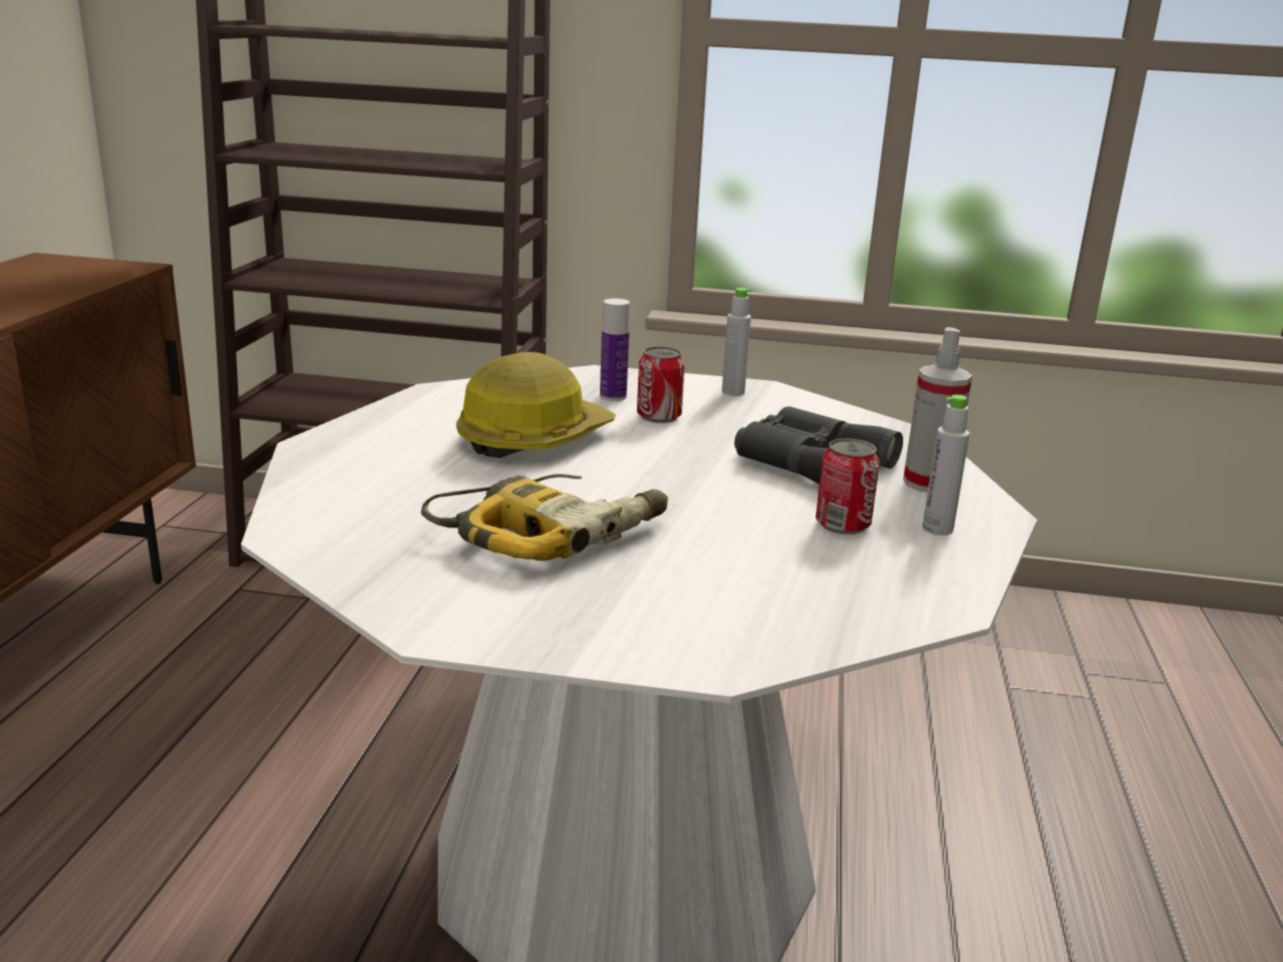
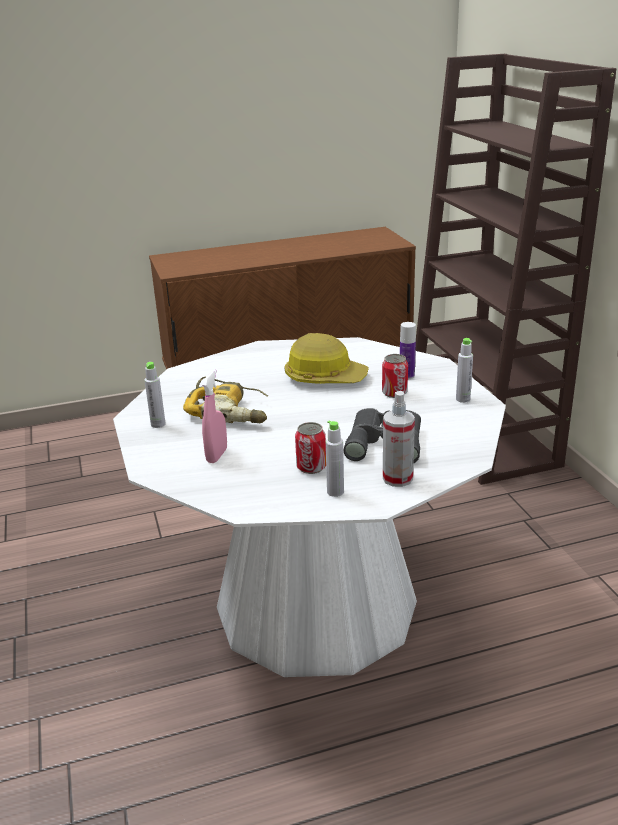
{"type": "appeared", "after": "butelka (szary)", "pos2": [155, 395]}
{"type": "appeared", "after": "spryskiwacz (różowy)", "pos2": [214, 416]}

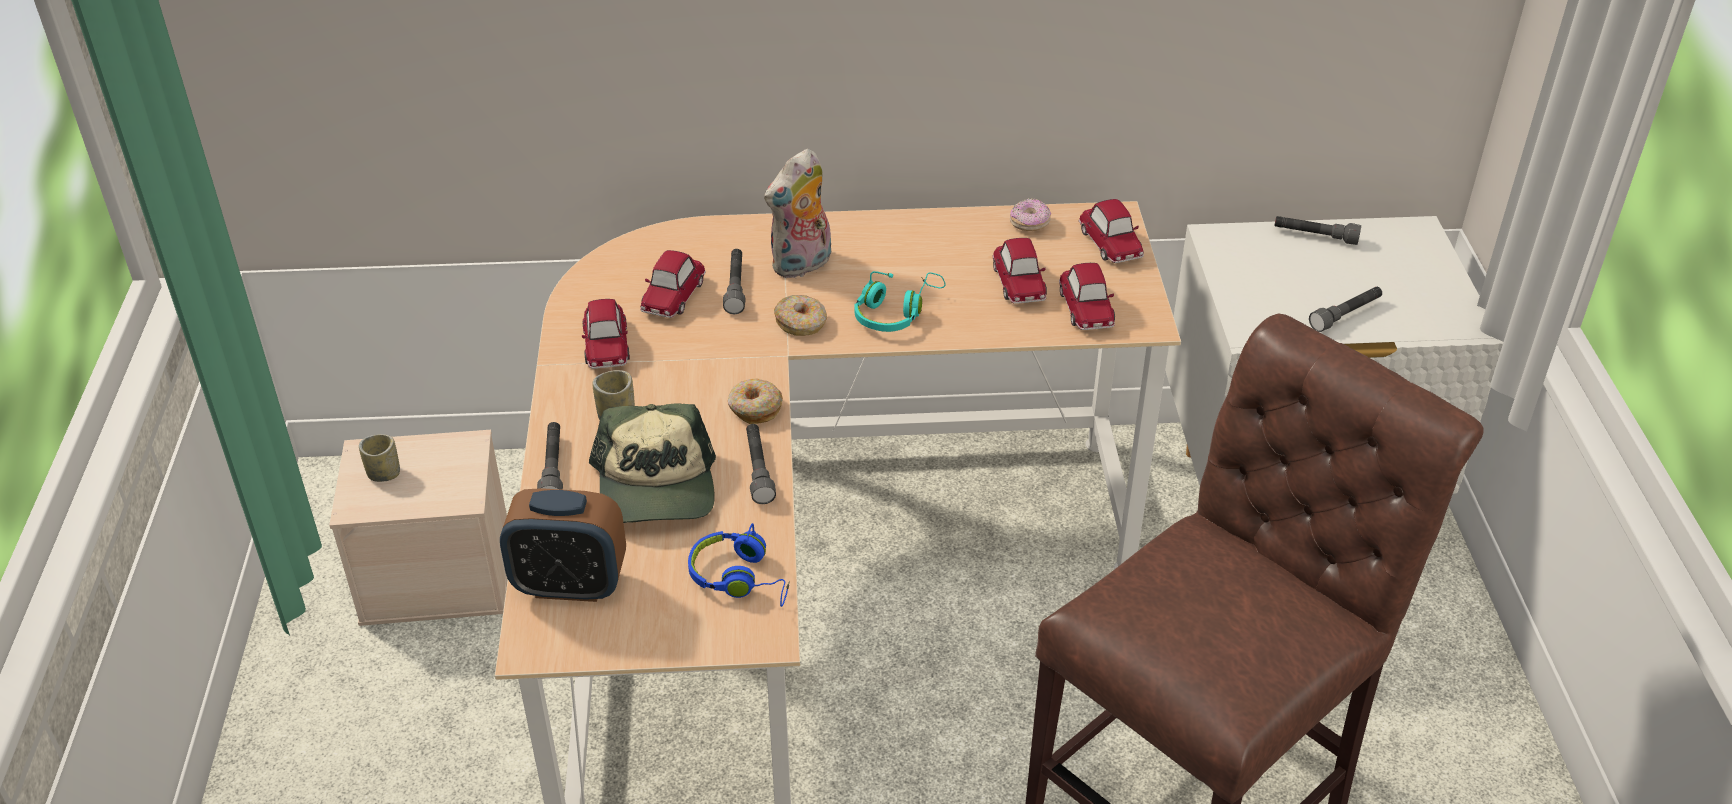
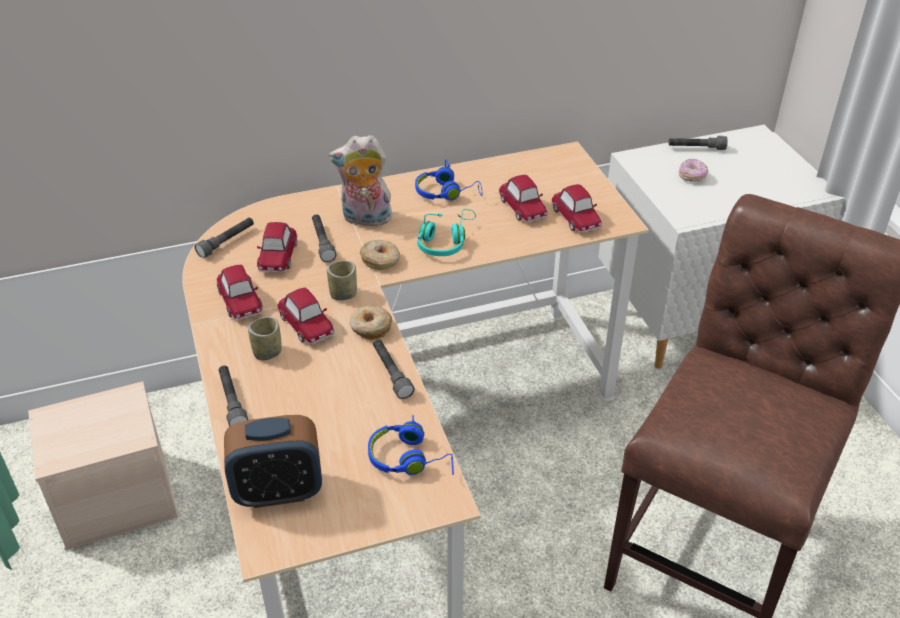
{"type": "spun", "before": "pluszak", "pos1": [797, 213], "pos2": [362, 180], "turn": 60}
{"type": "relocated", "before": "donut", "pos1": [1030, 214], "pos2": [693, 170]}
{"type": "relocated", "before": "samochodzik", "pos1": [1111, 231], "pos2": [306, 316]}
{"type": "relocated", "before": "latarka (szary)", "pos1": [1345, 309], "pos2": [224, 237]}
{"type": "missing", "before": "czapka z daszkiem", "pos1": [652, 463]}
{"type": "relocated", "before": "filiżanka", "pos1": [379, 458], "pos2": [342, 281]}
{"type": "appeared", "after": "słuchawki (niebieski)", "pos2": [448, 180]}

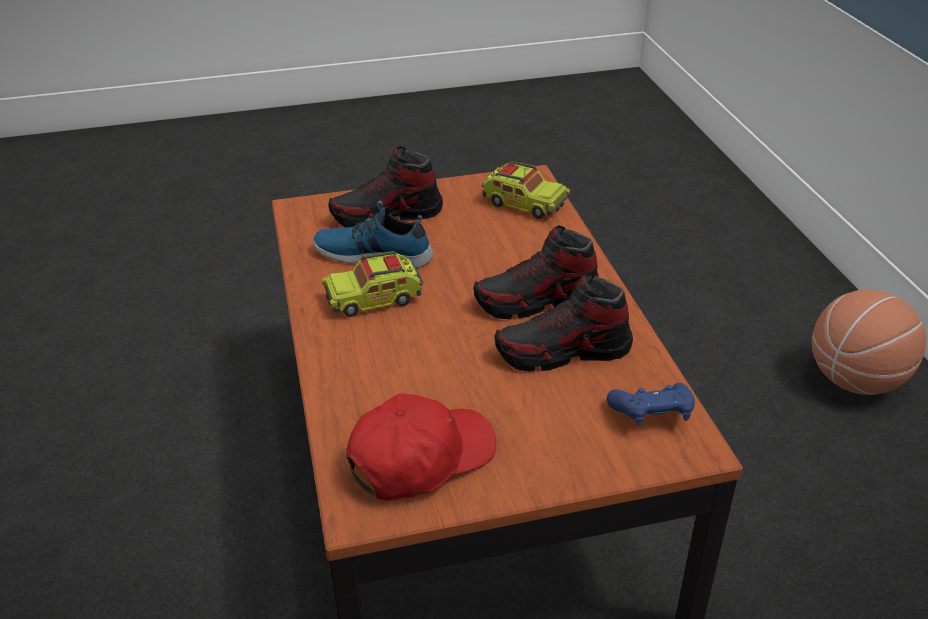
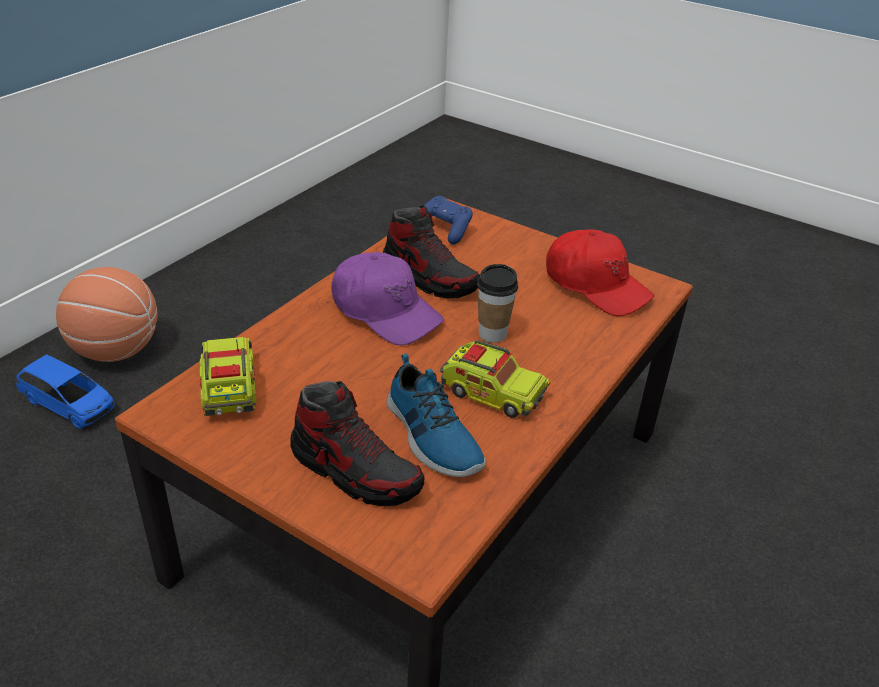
{"type": "exchanged", "before": "but", "after": "czapka z daszkiem (fioletowy)", "pos1": [536, 272], "pos2": [387, 298]}
{"type": "spun", "before": "czapka z daszkiem (czerwony)", "pos1": [421, 447], "pos2": [600, 272], "turn": -150}
{"type": "appeared", "after": "filiżanka", "pos2": [497, 303]}
{"type": "appeared", "after": "samochodzik (niebieski)", "pos2": [65, 391]}

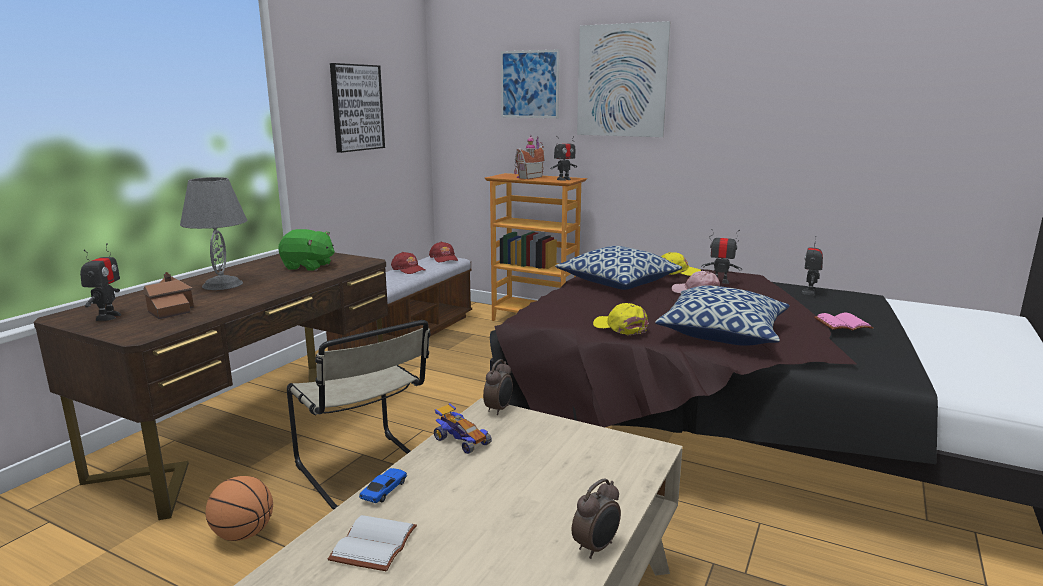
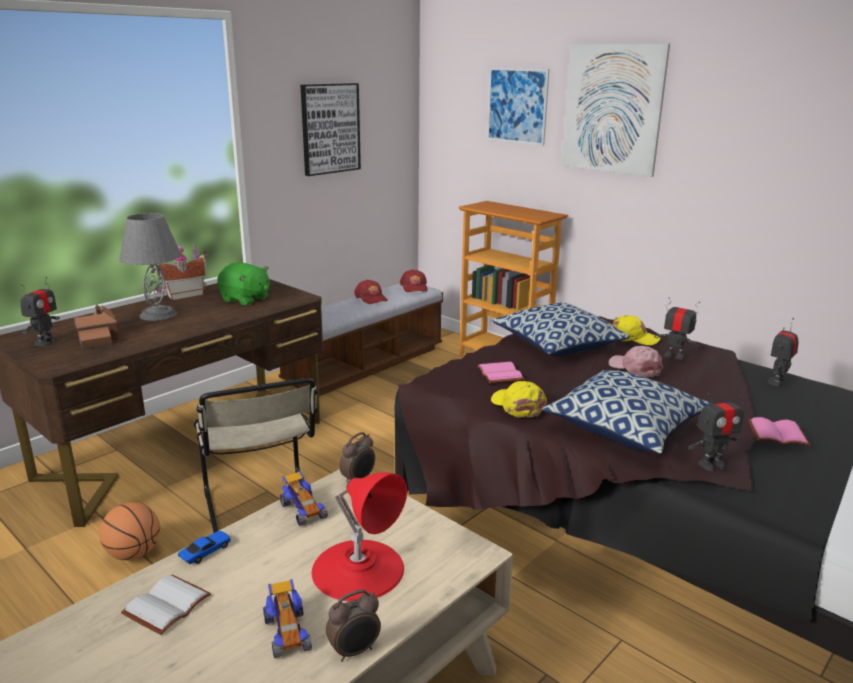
{"type": "relocated", "before": "domek", "pos1": [529, 156], "pos2": [182, 272]}
{"type": "relocated", "before": "robot zabawkowy", "pos1": [563, 158], "pos2": [716, 431]}
{"type": "appeared", "after": "książka (różowy)", "pos2": [500, 372]}
{"type": "appeared", "after": "lampa stołowa (czerwony)", "pos2": [359, 536]}
{"type": "appeared", "after": "samochodzik", "pos2": [287, 618]}

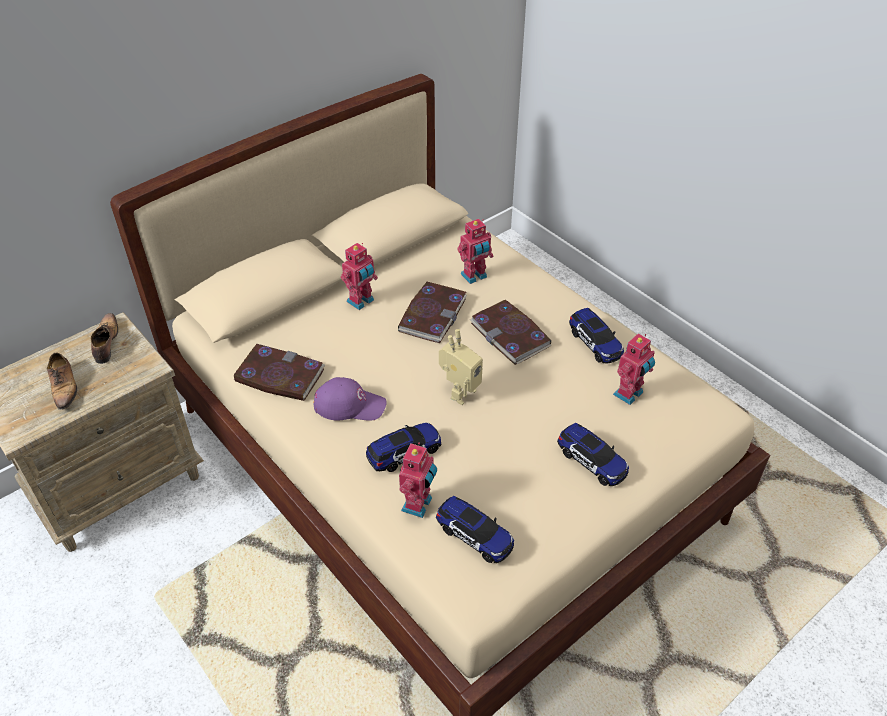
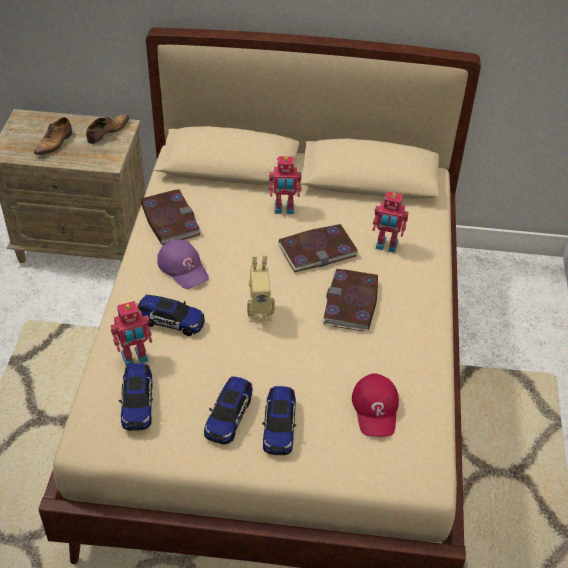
{"type": "relocated", "before": "samochodzik", "pos1": [596, 336], "pos2": [228, 410]}
{"type": "exchanged", "before": "robot zabawkowy", "after": "czapka z daszkiem (czerwony)", "pos1": [634, 369], "pos2": [375, 405]}

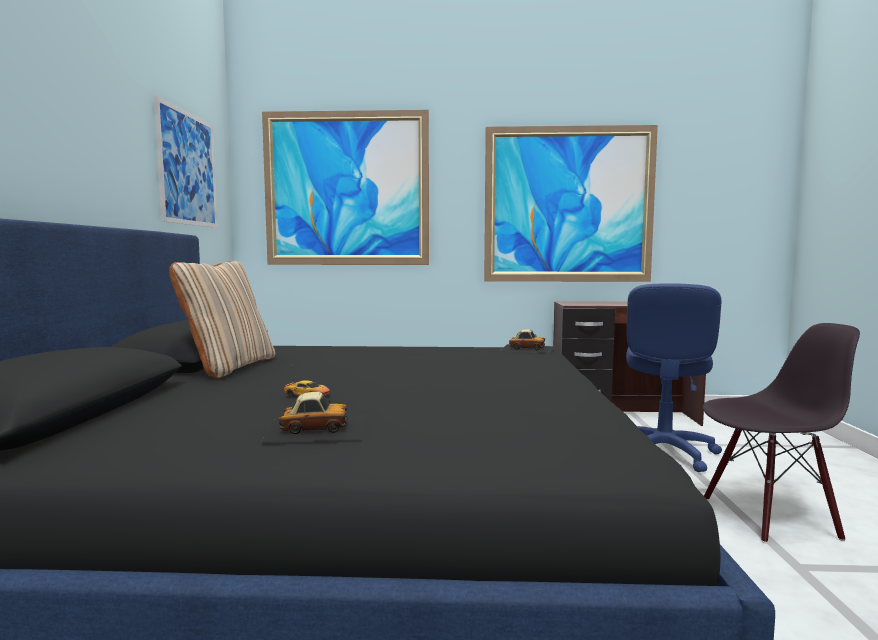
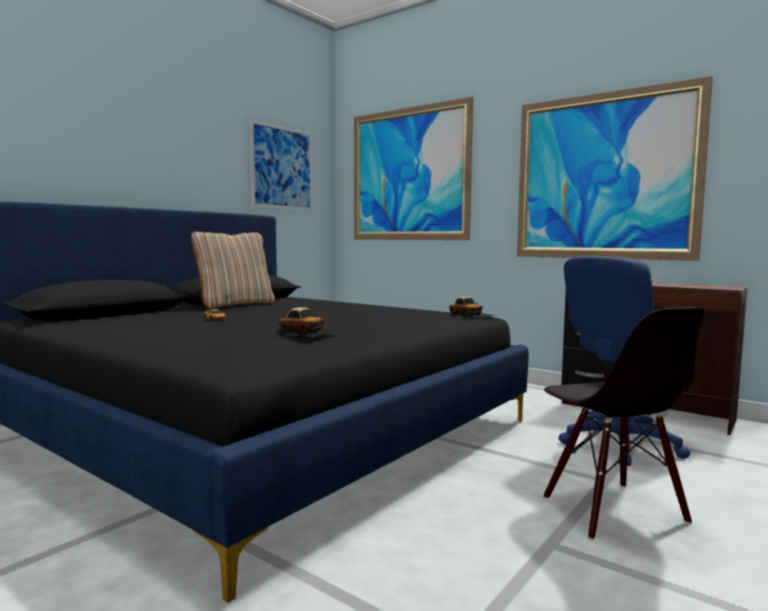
{"type": "spun", "before": "krzesło (czarny)", "pos1": [781, 433], "pos2": [624, 423], "turn": 45}
{"type": "relocated", "before": "samochodzik", "pos1": [312, 417], "pos2": [301, 322]}

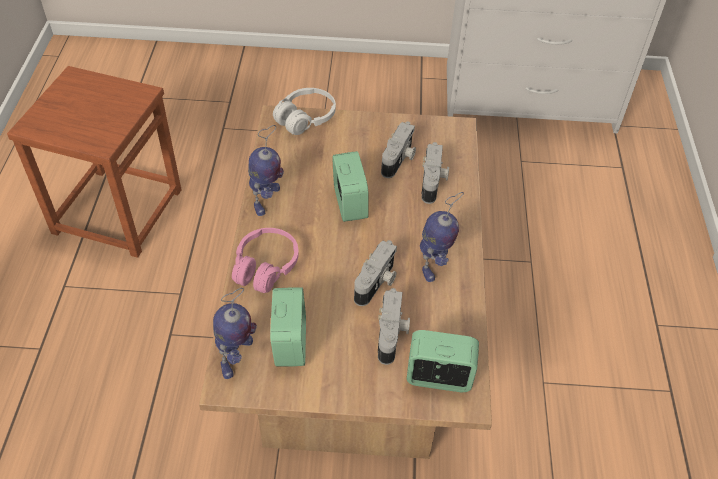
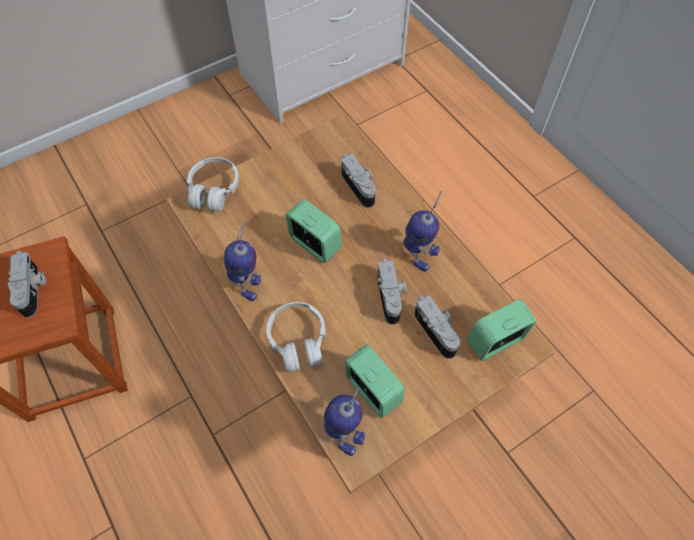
{"type": "relocated", "before": "aparat fotograficzny", "pos1": [398, 150], "pos2": [27, 284]}
{"type": "colour", "before": "słuchawki (różowy)", "after": "słuchawki (biały)", "pos1": [265, 260], "pos2": [295, 337]}

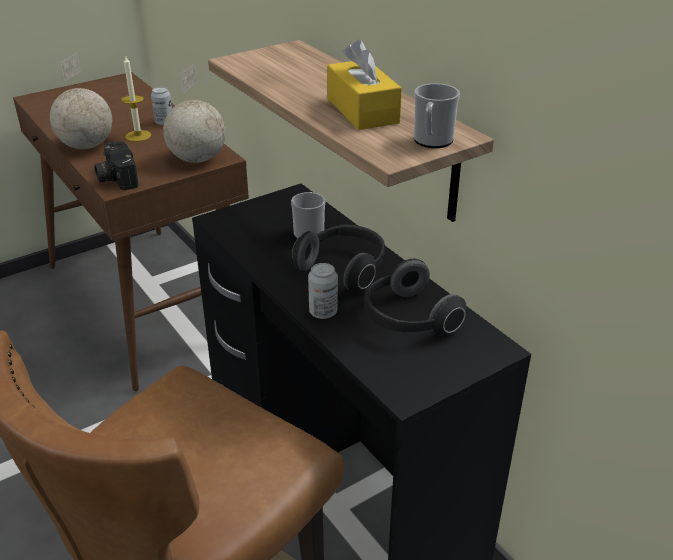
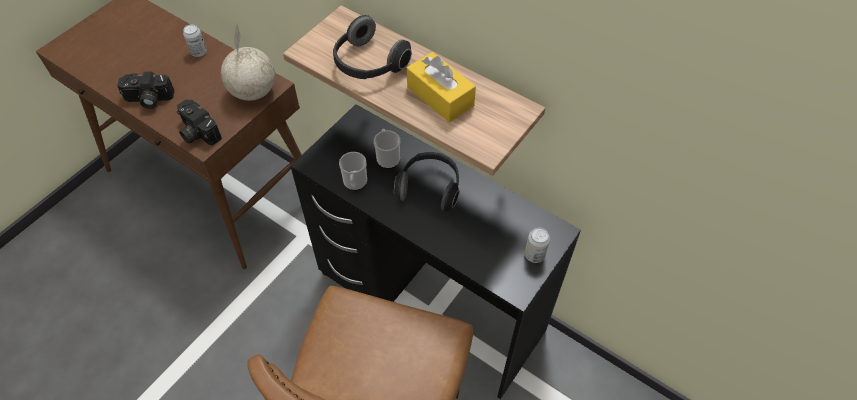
{"type": "exchanged", "before": "globus", "after": "aparat fotograficzny", "pos1": [81, 101], "pos2": [146, 90]}
{"type": "missing", "before": "świeca", "pos1": [136, 99]}
{"type": "relocated", "before": "kubek", "pos1": [437, 115], "pos2": [353, 171]}
{"type": "relocated", "before": "słuchawki", "pos1": [415, 297], "pos2": [372, 47]}
{"type": "relocated", "before": "puszka", "pos1": [322, 291], "pos2": [537, 245]}

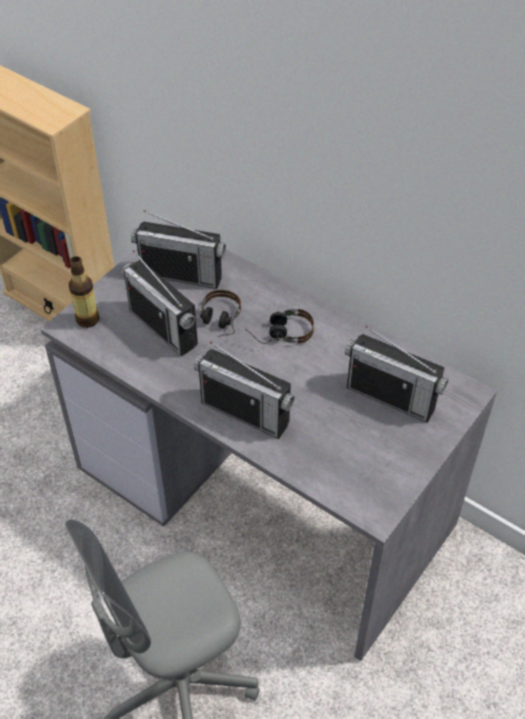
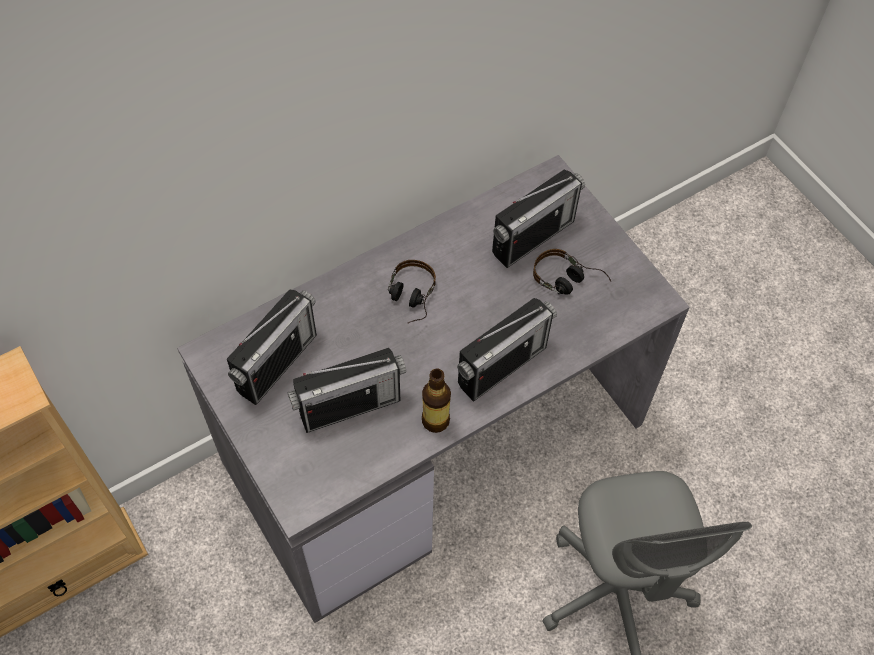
{"type": "relocated", "before": "butelka", "pos1": [84, 292], "pos2": [436, 401]}
{"type": "relocated", "before": "słuchawki", "pos1": [220, 313], "pos2": [572, 272]}

